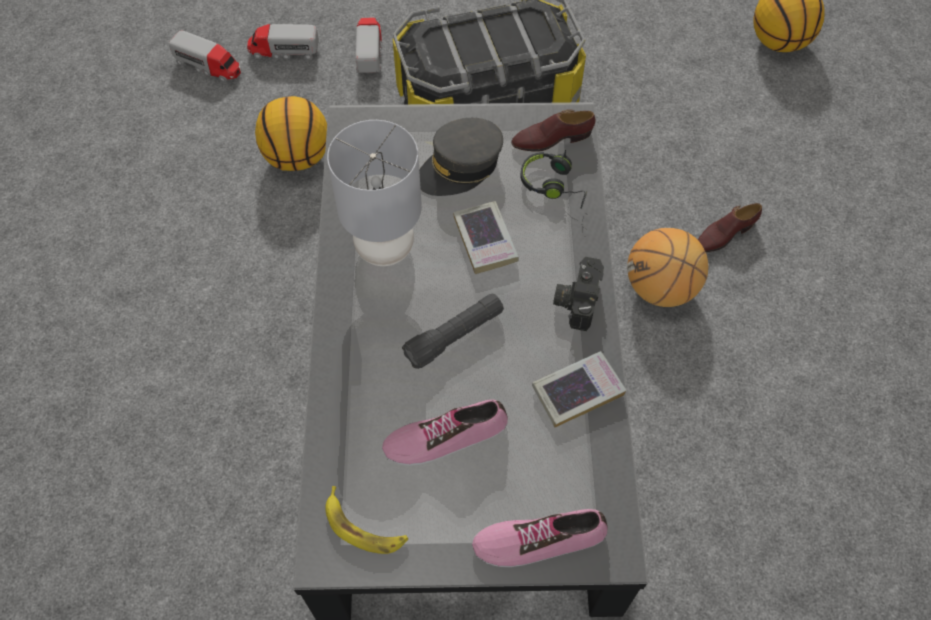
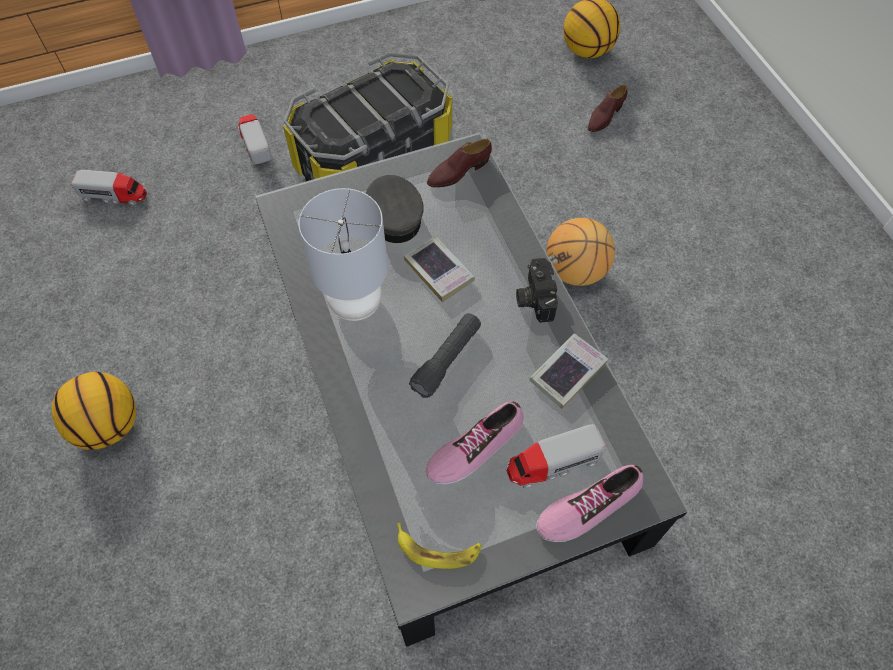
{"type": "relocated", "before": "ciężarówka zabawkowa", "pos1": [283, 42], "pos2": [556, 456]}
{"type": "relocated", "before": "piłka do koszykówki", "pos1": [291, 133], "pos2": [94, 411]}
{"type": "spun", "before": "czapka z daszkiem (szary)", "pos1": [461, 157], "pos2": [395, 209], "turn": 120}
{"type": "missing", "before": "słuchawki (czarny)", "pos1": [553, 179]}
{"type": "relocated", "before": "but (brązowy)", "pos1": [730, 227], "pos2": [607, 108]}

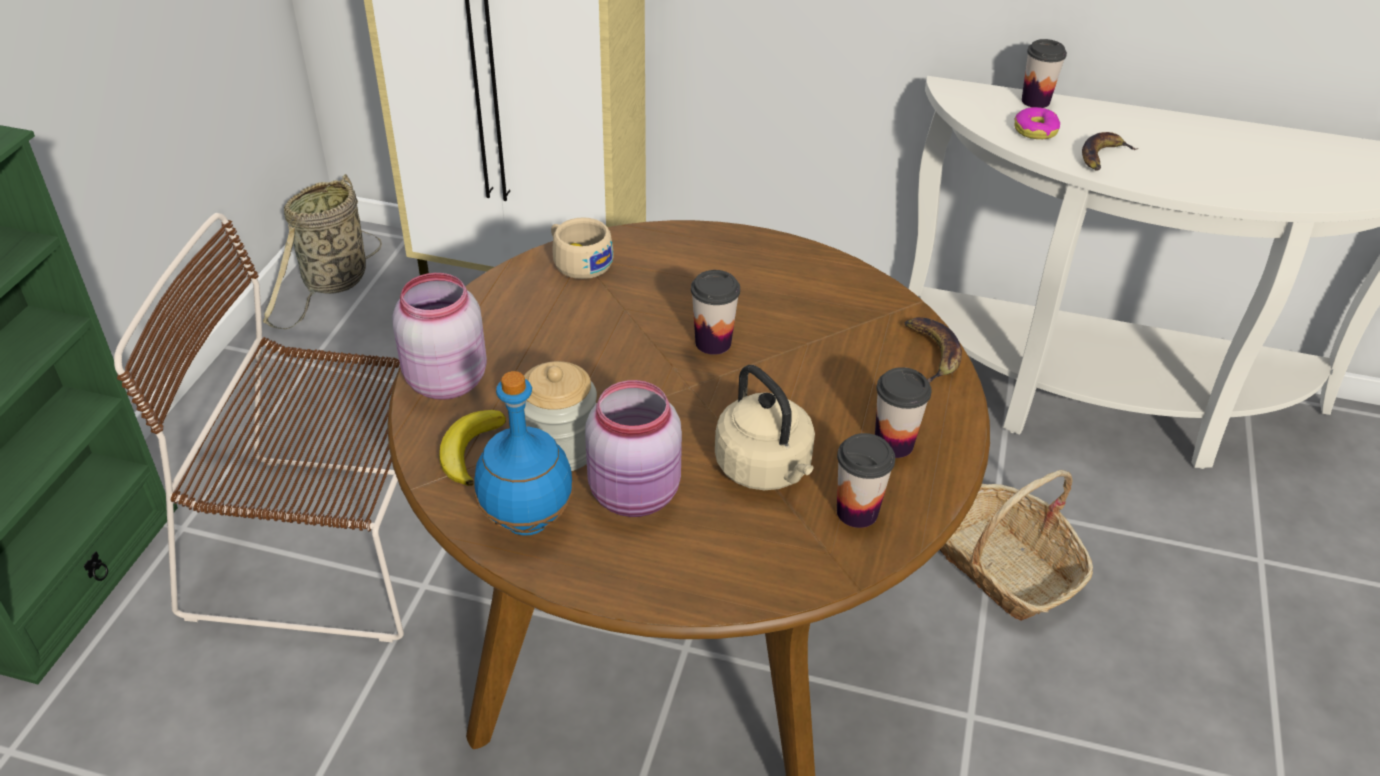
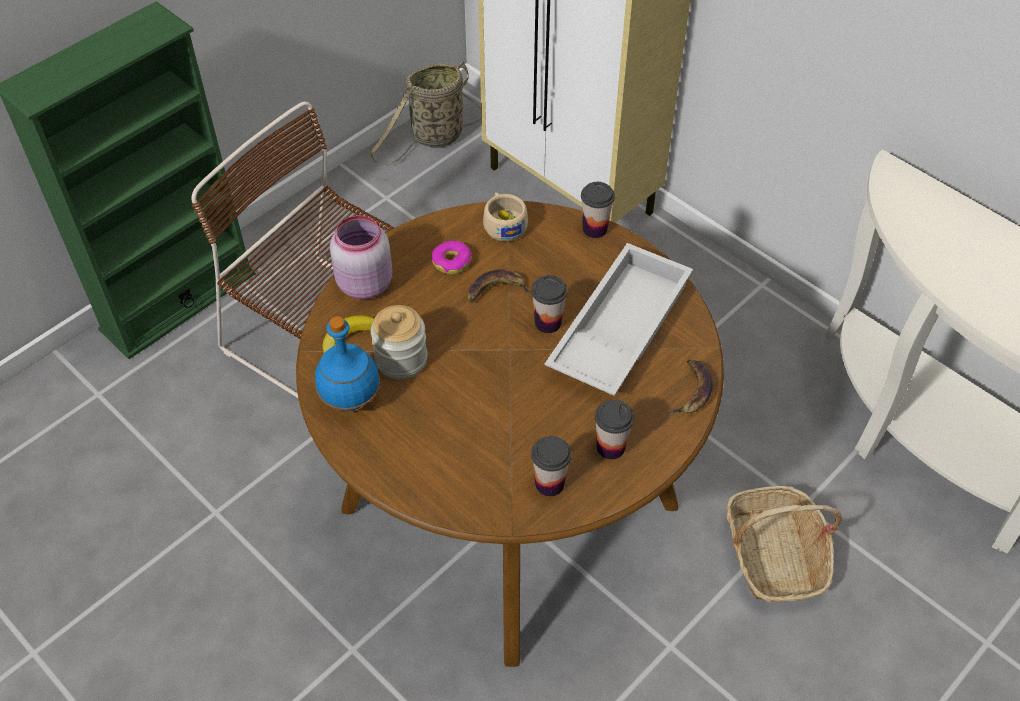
{"type": "relocated", "before": "filiżanka", "pos1": [1044, 73], "pos2": [598, 210]}
{"type": "relocated", "before": "donut", "pos1": [1037, 123], "pos2": [451, 257]}
{"type": "relocated", "before": "banan", "pos1": [1110, 151], "pos2": [499, 286]}
{"type": "missing", "before": "czajnik (beżowy)", "pos1": [765, 427]}
{"type": "missing", "before": "słoik (różowy)", "pos1": [633, 448]}
{"type": "appeared", "after": "taca (biały)", "pos2": [619, 319]}

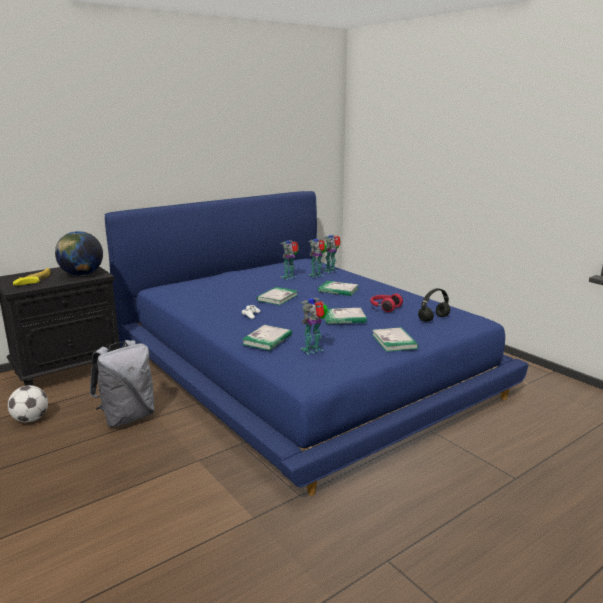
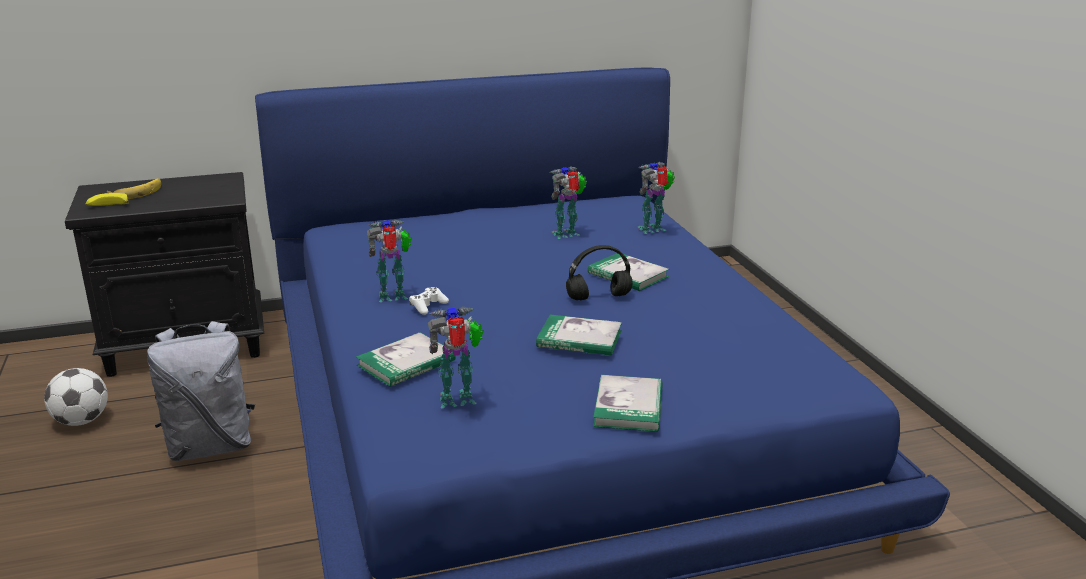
{"type": "missing", "before": "globus", "pos1": [79, 253]}
{"type": "relocated", "before": "robot zabawkowy", "pos1": [317, 258], "pos2": [389, 260]}
{"type": "missing", "before": "książka", "pos1": [277, 296]}
{"type": "relocated", "before": "słuchawki (czarny)", "pos1": [434, 305], "pos2": [599, 272]}
{"type": "missing", "before": "słuchawki (czerwony)", "pos1": [386, 302]}

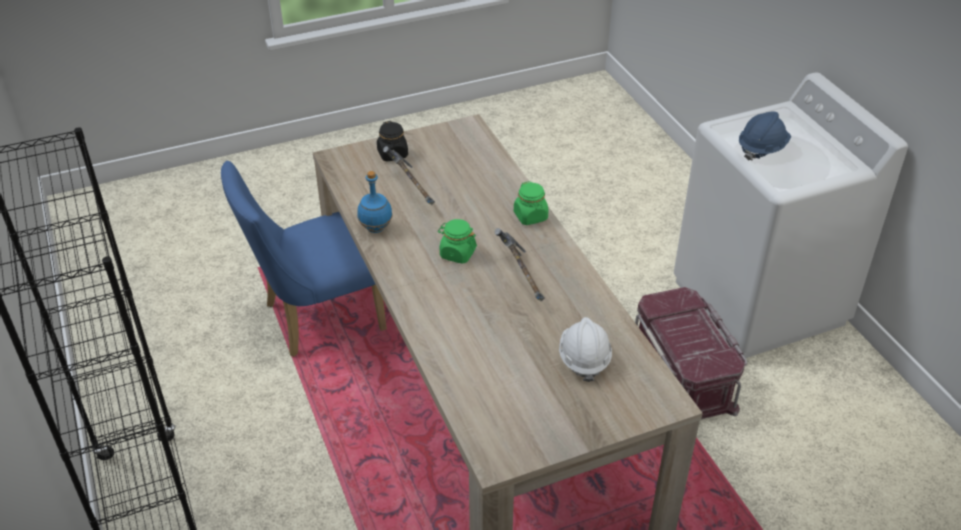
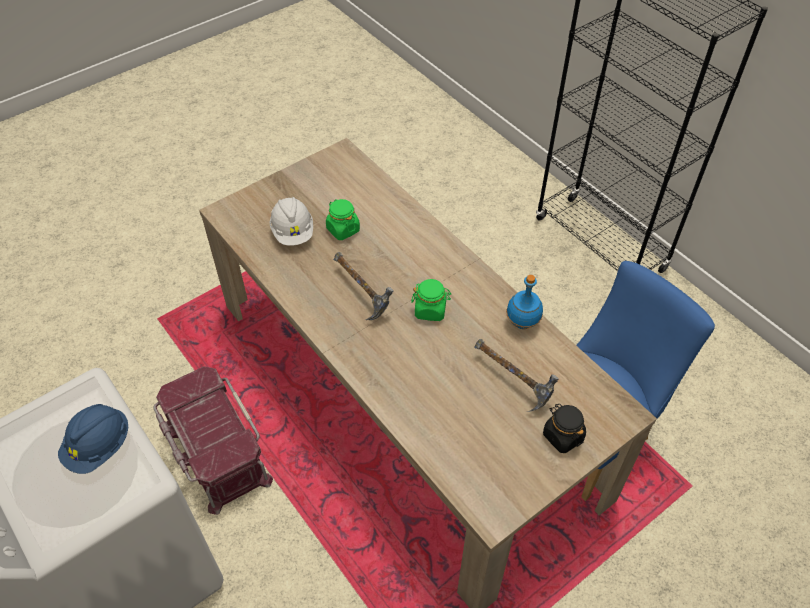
{"type": "relocated", "before": "słoik (zielony)", "pos1": [531, 203], "pos2": [343, 219]}

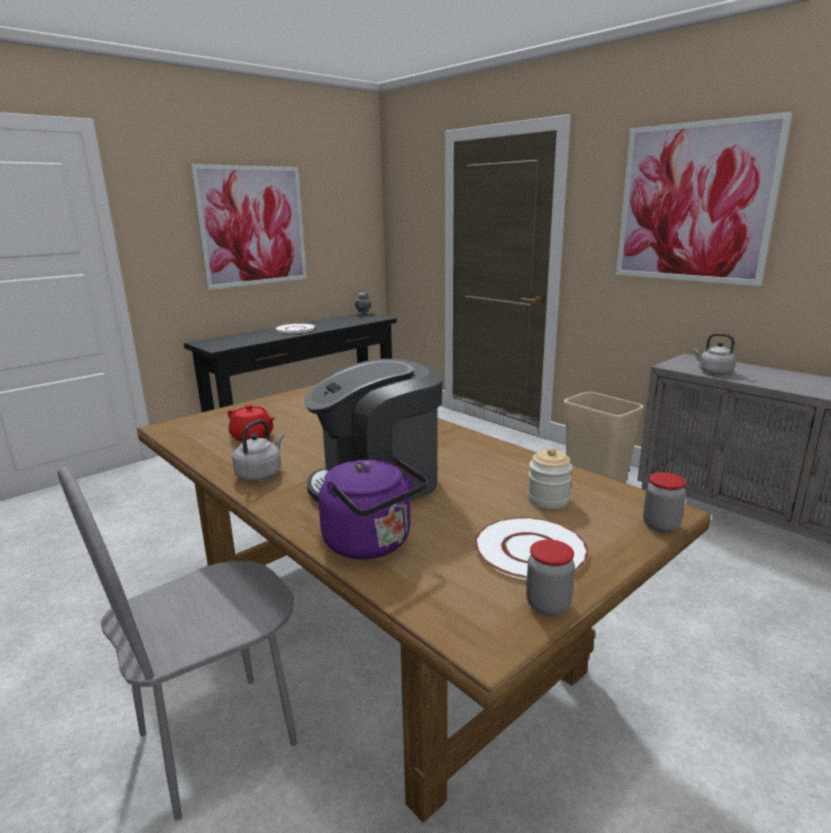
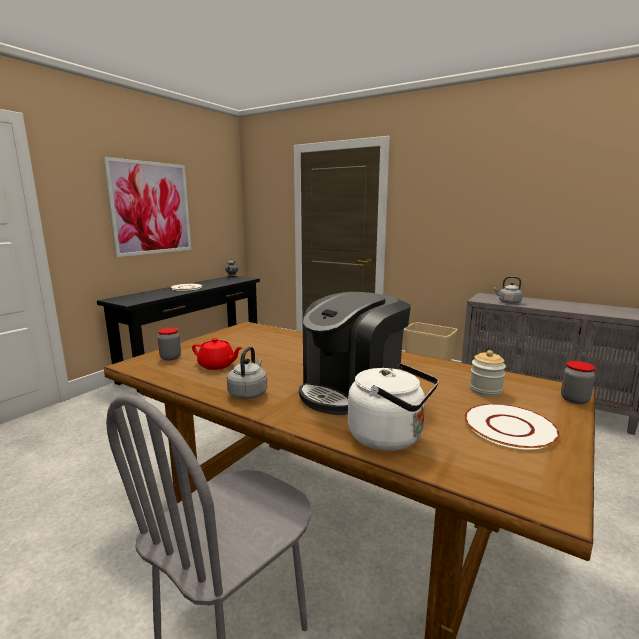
{"type": "missing", "before": "obraz", "pos1": [704, 199]}
{"type": "colour", "before": "czajnik (fioletowy)", "after": "czajnik (biały)", "pos1": [372, 507], "pos2": [393, 407]}
{"type": "relocated", "before": "słoik", "pos1": [550, 577], "pos2": [169, 344]}

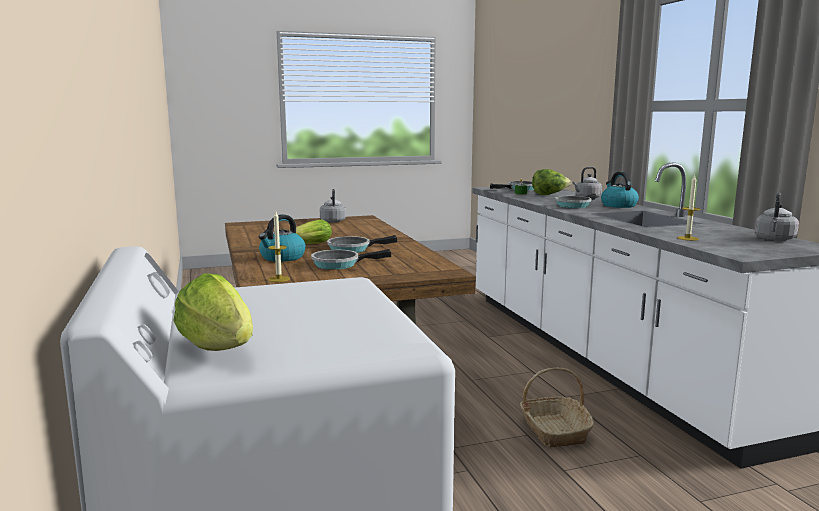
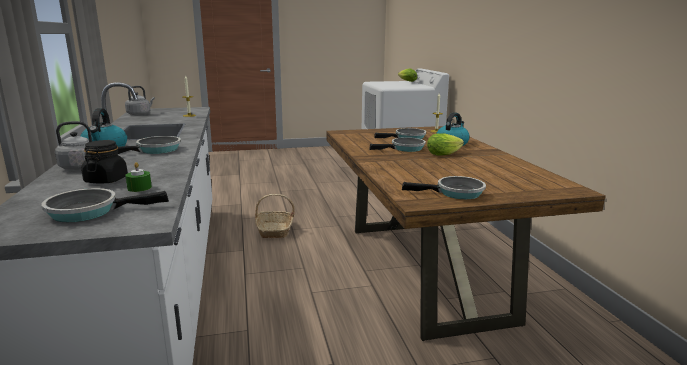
{"type": "exchanged", "before": "sałata", "after": "słoik (czarny)", "pos1": [551, 182], "pos2": [104, 162]}
{"type": "exchanged", "before": "czajnik (szary)", "after": "patelnia", "pos1": [333, 206], "pos2": [444, 187]}

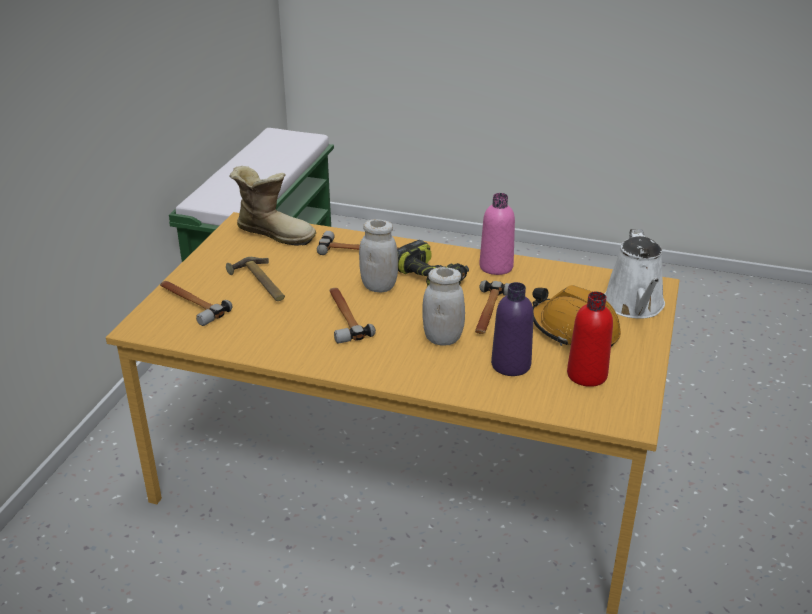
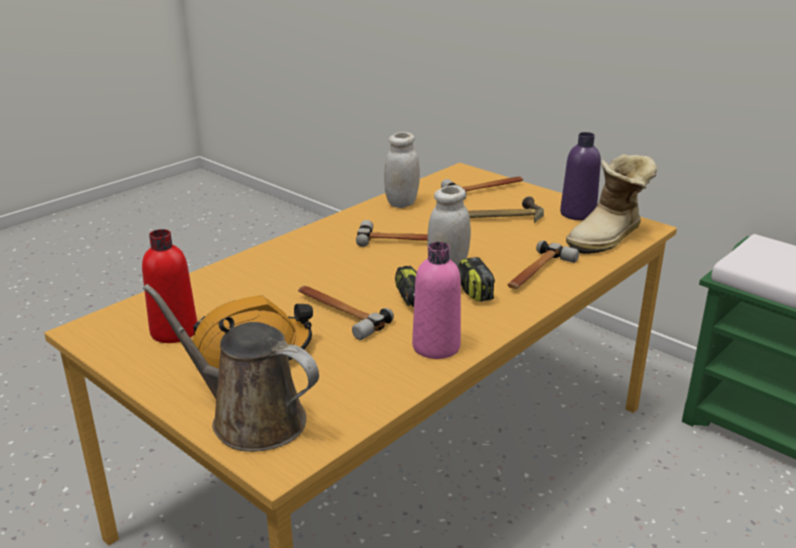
{"type": "colour", "before": "konewka (biały)", "after": "konewka (brązowy)", "pos1": [635, 274], "pos2": [231, 368]}
{"type": "relocated", "before": "słoik (biały)", "pos1": [443, 306], "pos2": [402, 170]}
{"type": "relocated", "before": "butelka (fioletowy)", "pos1": [512, 329], "pos2": [580, 176]}

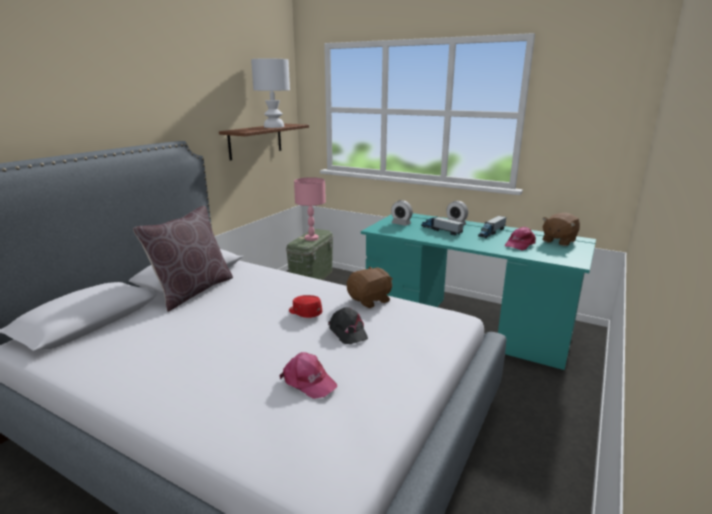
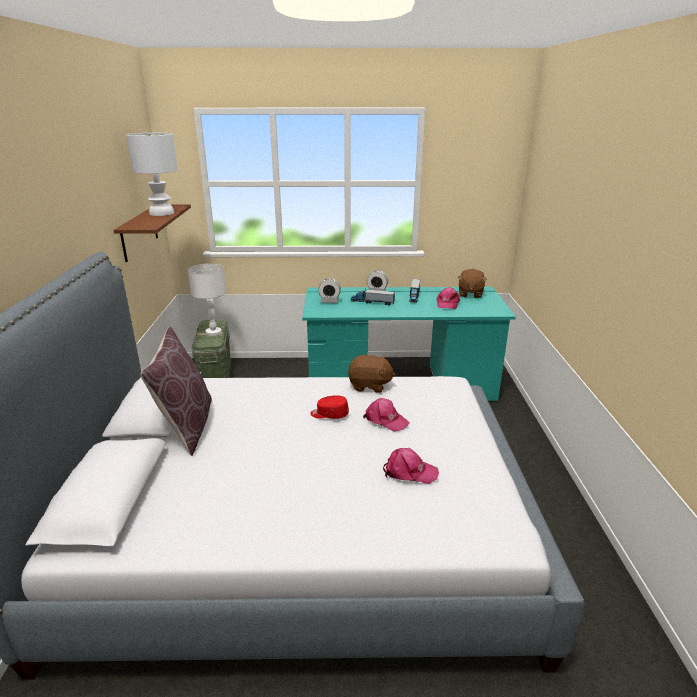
{"type": "colour", "before": "lampa stołowa (różowy)", "after": "lampa stołowa (biały)", "pos1": [310, 209], "pos2": [207, 300]}
{"type": "spun", "before": "pluszak (brązowy)", "pos1": [370, 287], "pos2": [371, 374], "turn": 75}
{"type": "colour", "before": "czapka z daszkiem (czarny)", "after": "czapka z daszkiem (różowy)", "pos1": [348, 325], "pos2": [386, 415]}

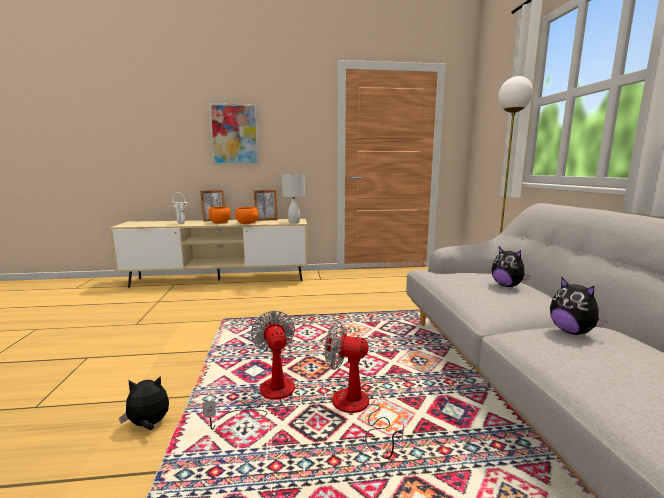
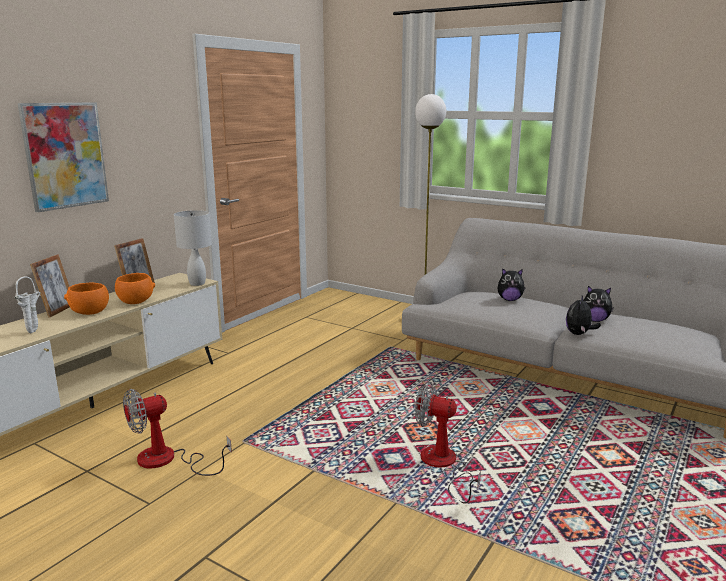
{"type": "relocated", "before": "wentylator", "pos1": [364, 390], "pos2": [177, 432]}
{"type": "relocated", "before": "pluszak", "pos1": [144, 403], "pos2": [583, 315]}

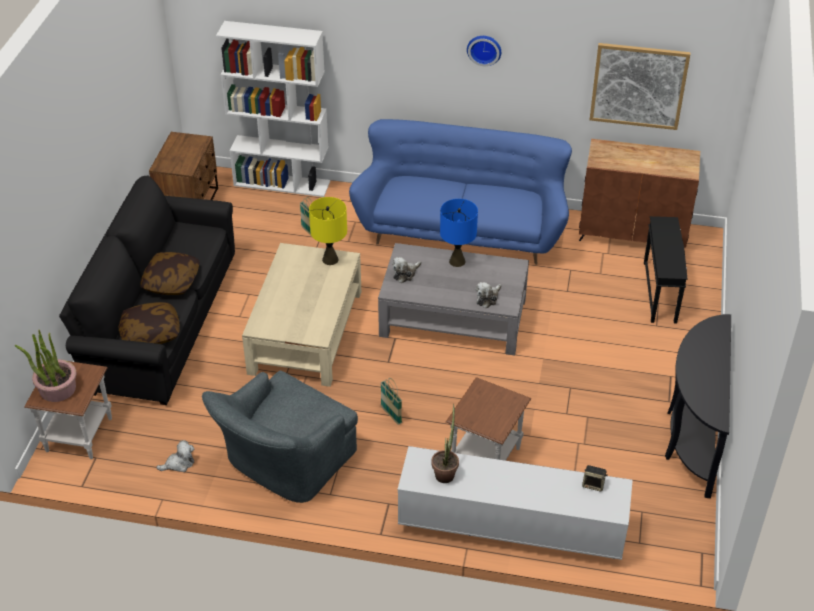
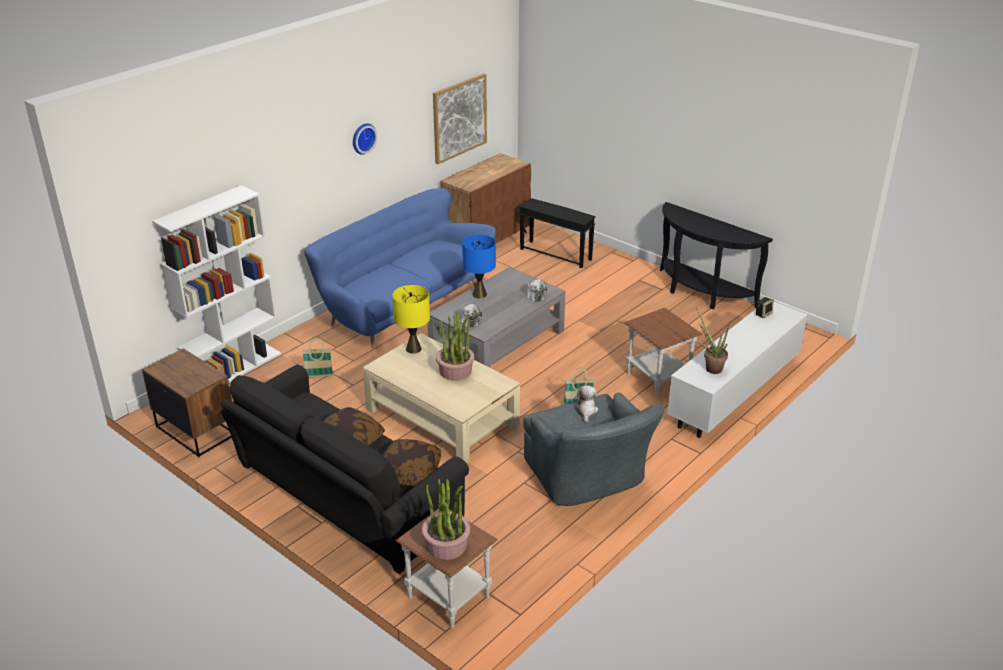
{"type": "relocated", "before": "pluszak", "pos1": [175, 456], "pos2": [586, 404]}
{"type": "appeared", "after": "roślina doniczkowa", "pos2": [455, 346]}

